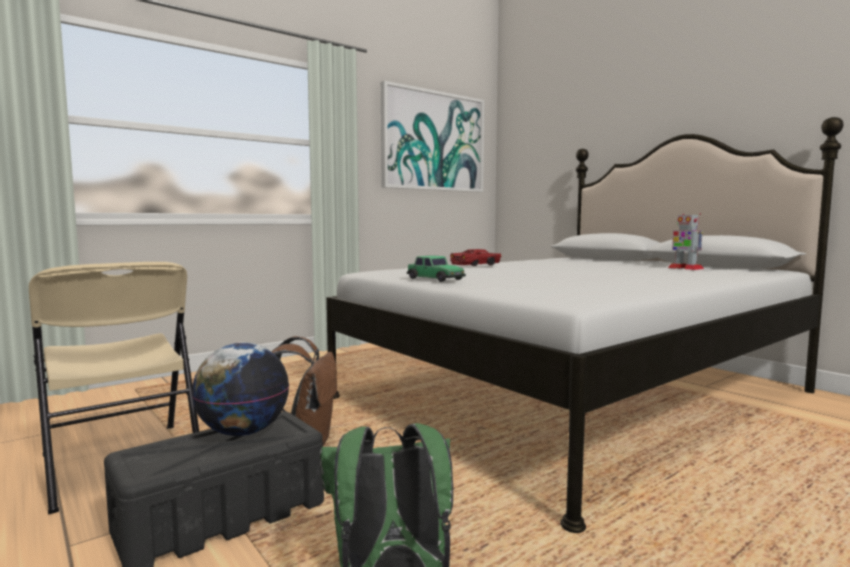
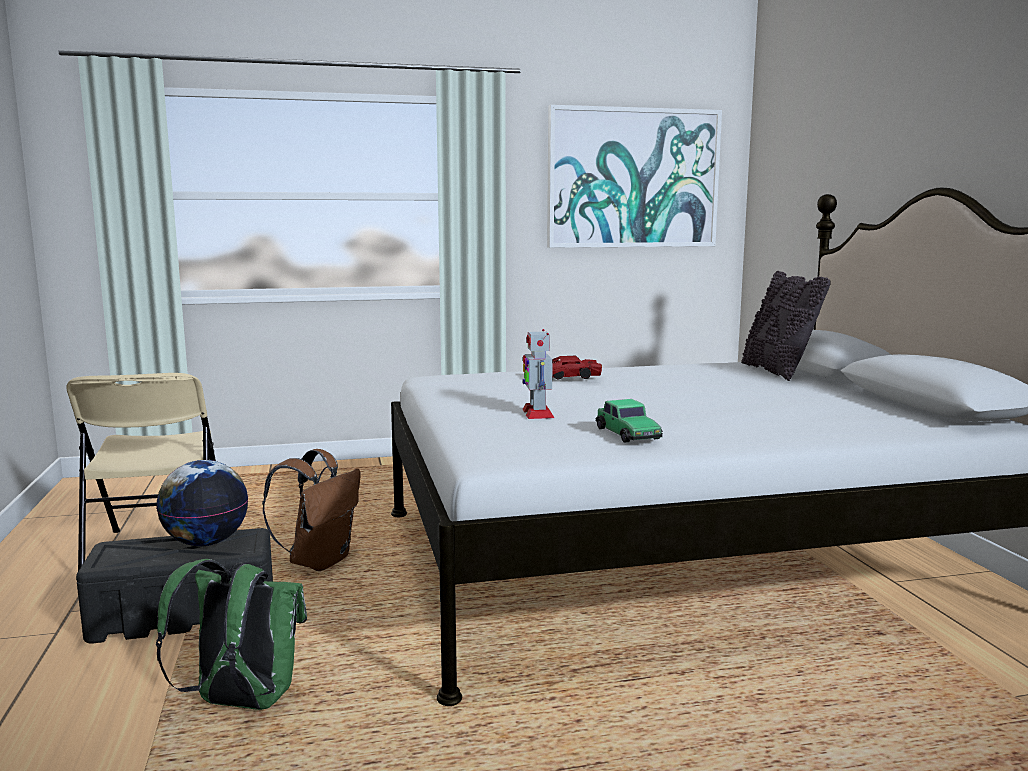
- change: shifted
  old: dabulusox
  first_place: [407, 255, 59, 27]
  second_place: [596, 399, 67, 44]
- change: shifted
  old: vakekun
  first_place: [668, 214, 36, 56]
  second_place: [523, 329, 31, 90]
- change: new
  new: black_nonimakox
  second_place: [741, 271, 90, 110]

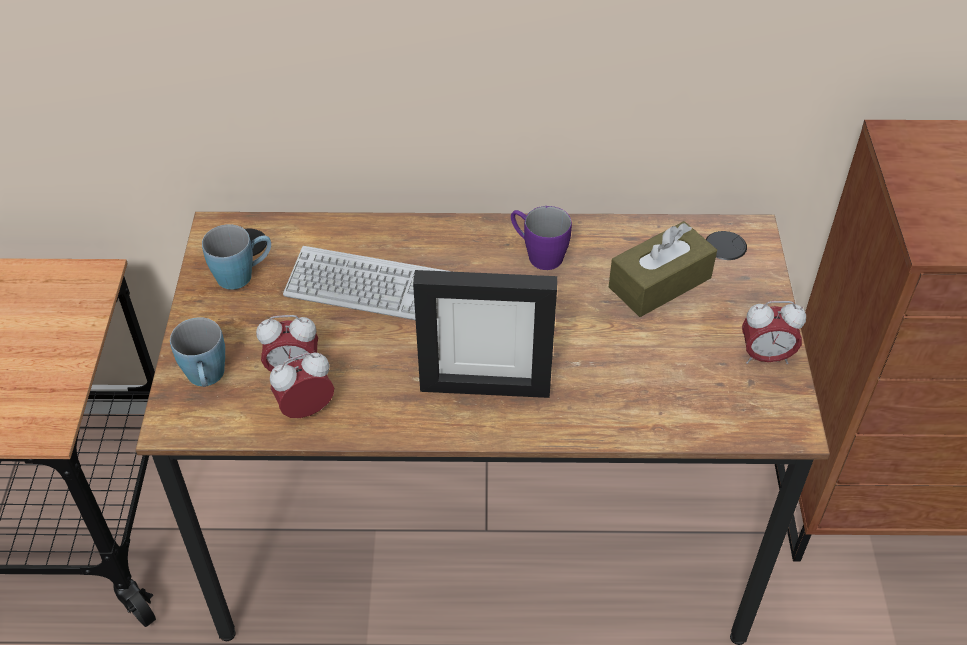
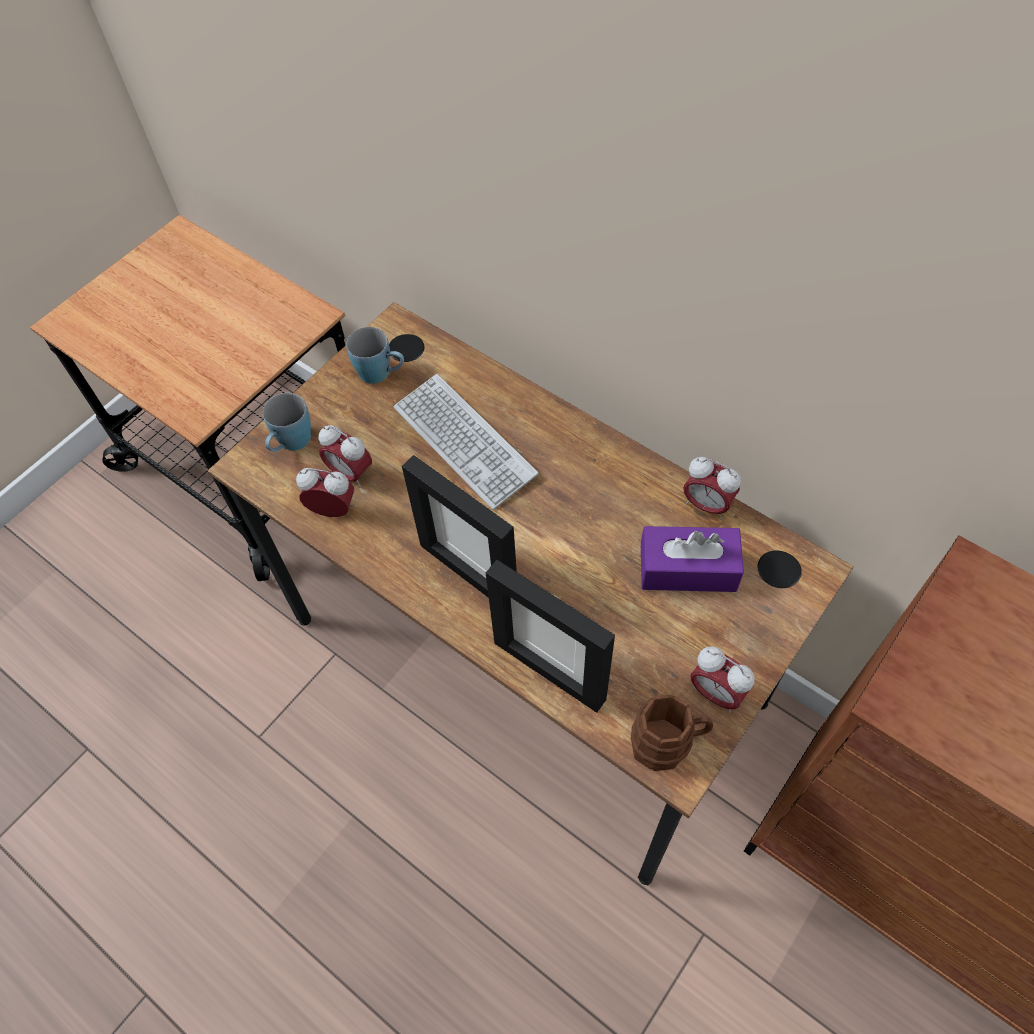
- change: gone
  old: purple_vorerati
  first_place: [511, 206, 61, 64]
- change: repainted
  old: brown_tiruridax
  new: purple_tiruridax
  first_place: [609, 221, 108, 96]
  second_place: [641, 526, 103, 66]
- change: new
  new: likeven
  second_place: [486, 560, 129, 153]
- change: new
  new: brown_vorerati
  second_place: [631, 695, 82, 76]
- change: new
  new: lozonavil
  second_place: [683, 457, 58, 62]

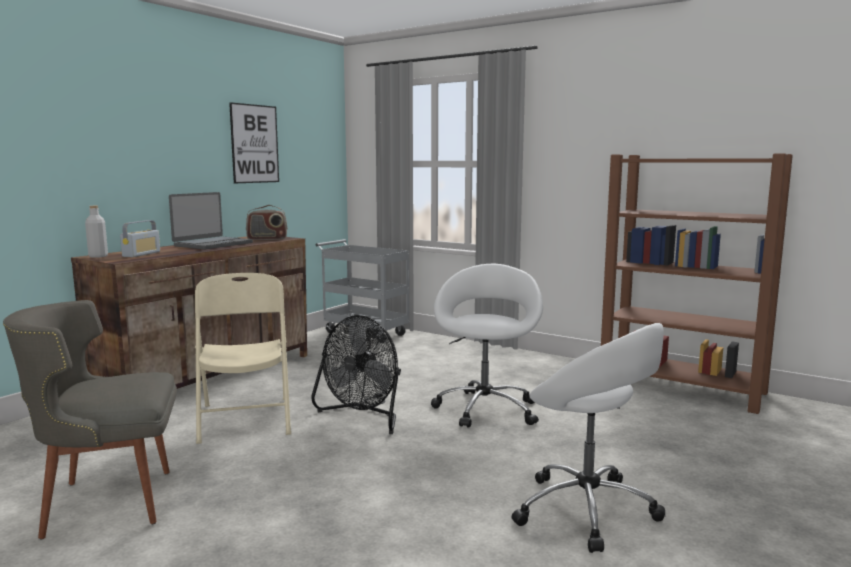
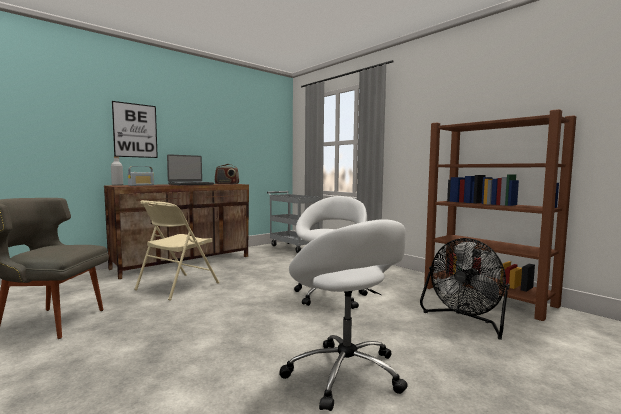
- change: rotated
  old: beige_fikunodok
  first_place: [195, 273, 96, 171]
  second_place: [134, 200, 86, 101]
  degrees: -150
- change: shifted
  old: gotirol
  first_place: [229, 102, 50, 81]
  second_place: [112, 101, 46, 57]
- change: shifted
  old: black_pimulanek
  first_place: [311, 315, 90, 119]
  second_place: [420, 238, 90, 102]

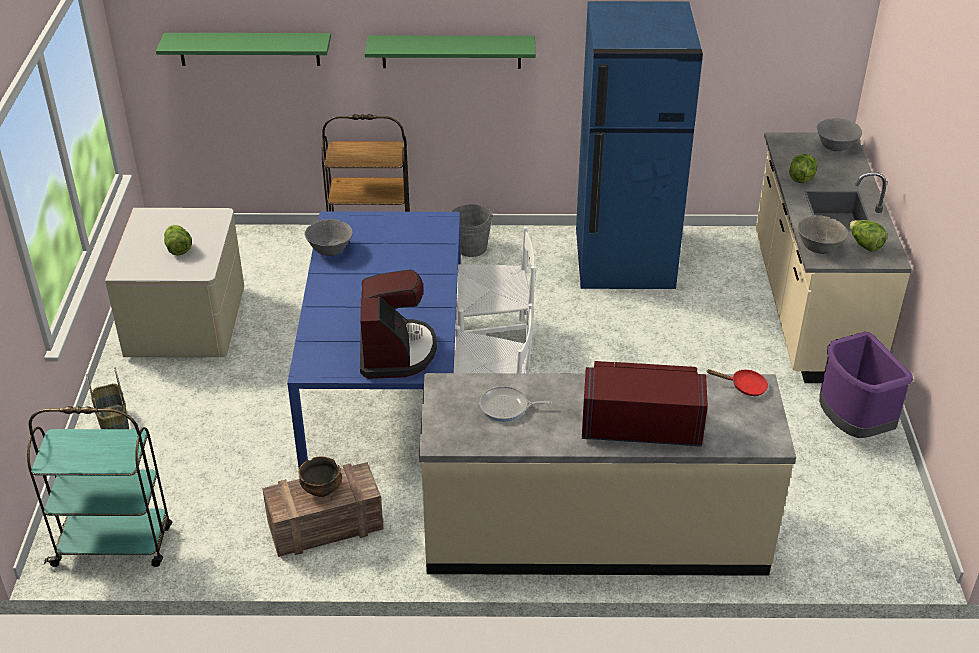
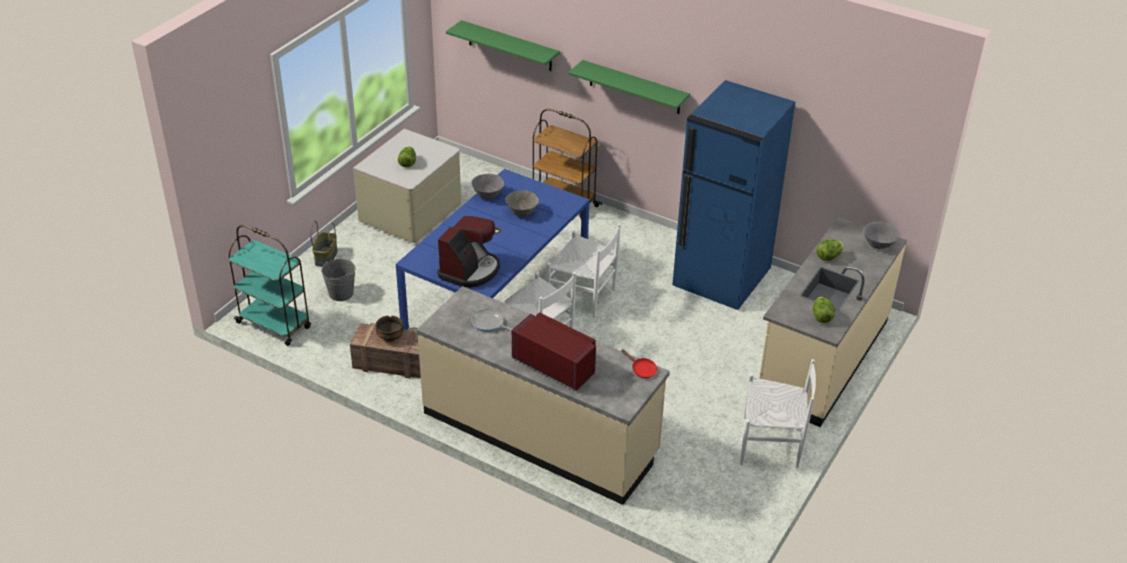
- change: shifted
  old: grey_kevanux
  first_place: [452, 204, 41, 53]
  second_place: [321, 259, 35, 42]
- change: shifted
  old: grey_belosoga
  first_place: [797, 215, 51, 39]
  second_place: [505, 190, 34, 27]
- change: swapped
  old: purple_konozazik
  new: white_fikunodok
  first_place: [819, 332, 94, 106]
  second_place: [740, 359, 76, 109]

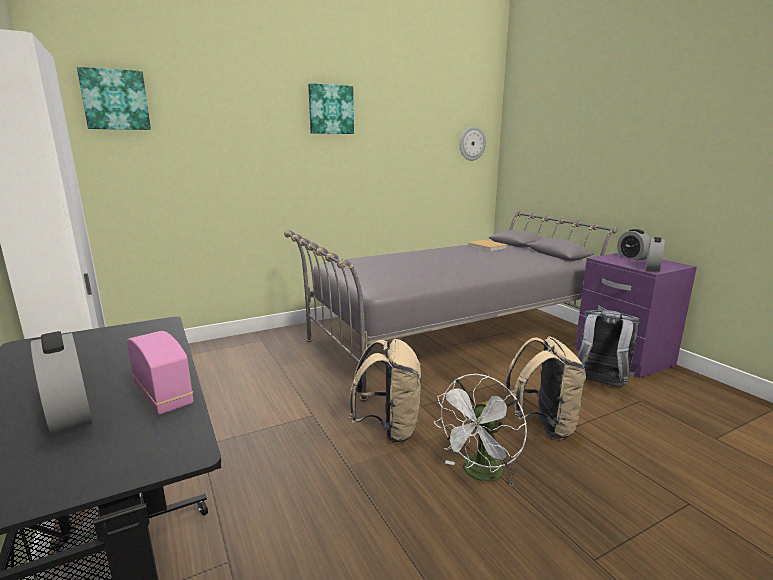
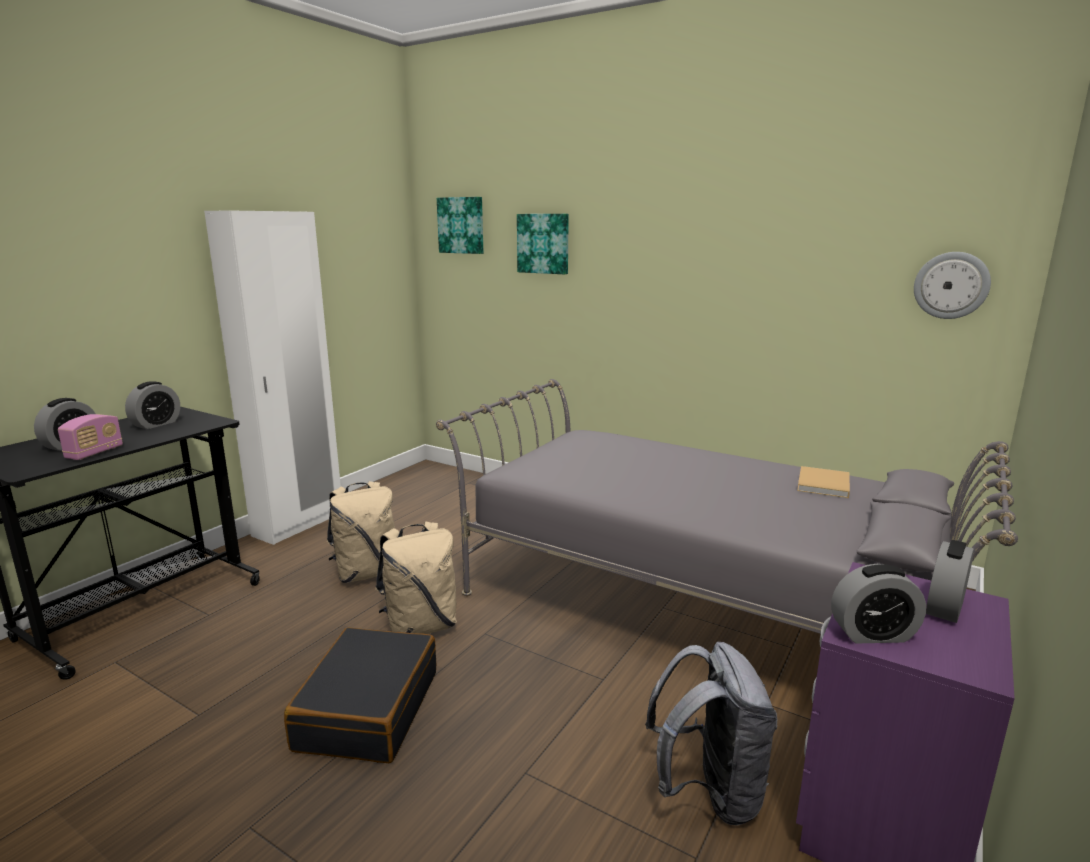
- change: shifted
  old: gotirol
  first_place: [308, 83, 46, 51]
  second_place: [517, 214, 52, 60]
- change: swapped
  old: white_pimulanek
  new: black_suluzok
  first_place: [434, 374, 93, 112]
  second_place: [284, 627, 152, 136]
- change: shifted
  old: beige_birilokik
  first_place: [504, 336, 82, 103]
  second_place: [327, 481, 68, 102]
- change: new
  new: lozonavil
  second_place: [125, 381, 55, 48]

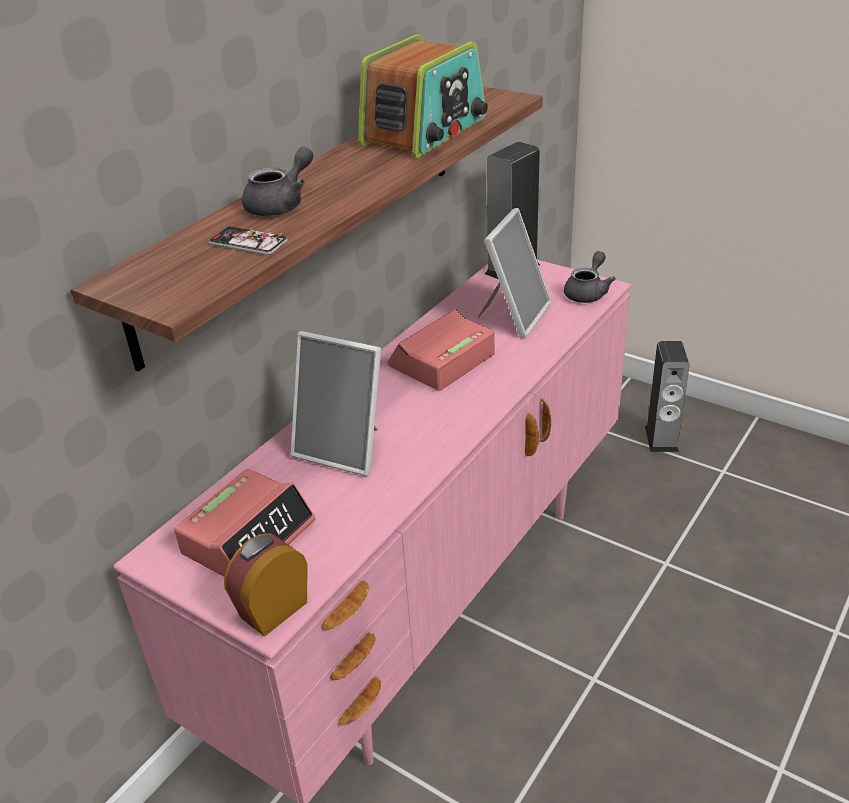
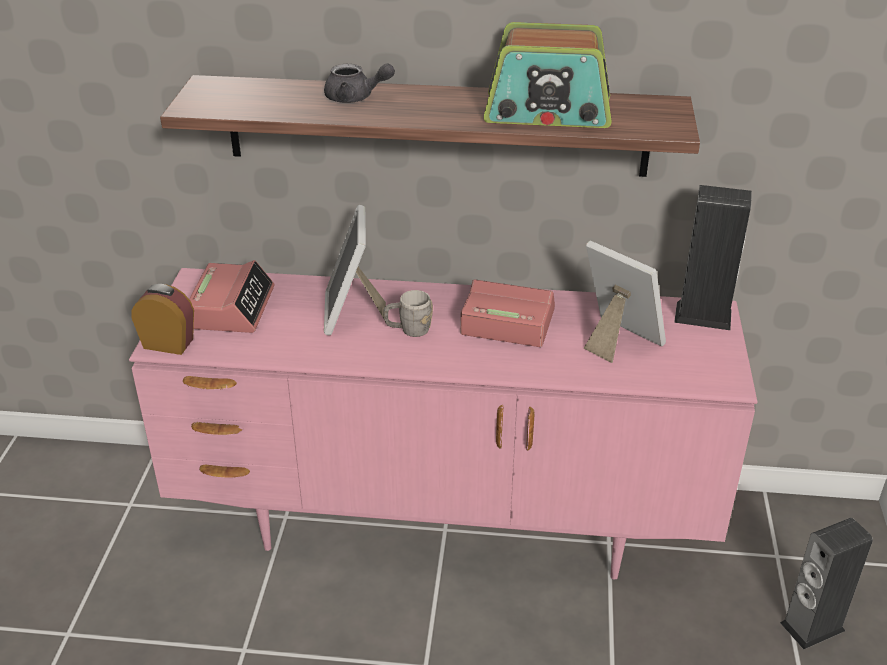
- change: rotated
  old: lozonavil
  first_place: [174, 469, 142, 108]
  second_place: [189, 260, 86, 73]
  degrees: -90
- change: gone
  old: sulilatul
  first_place: [209, 225, 79, 30]
- change: rotated
  old: likeven
  first_place: [478, 208, 73, 130]
  second_place: [583, 241, 83, 122]
  degrees: -135
- change: gone
  old: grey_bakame
  first_place: [564, 251, 52, 52]
- change: new
  new: grey_vorerati
  second_place: [383, 290, 50, 47]

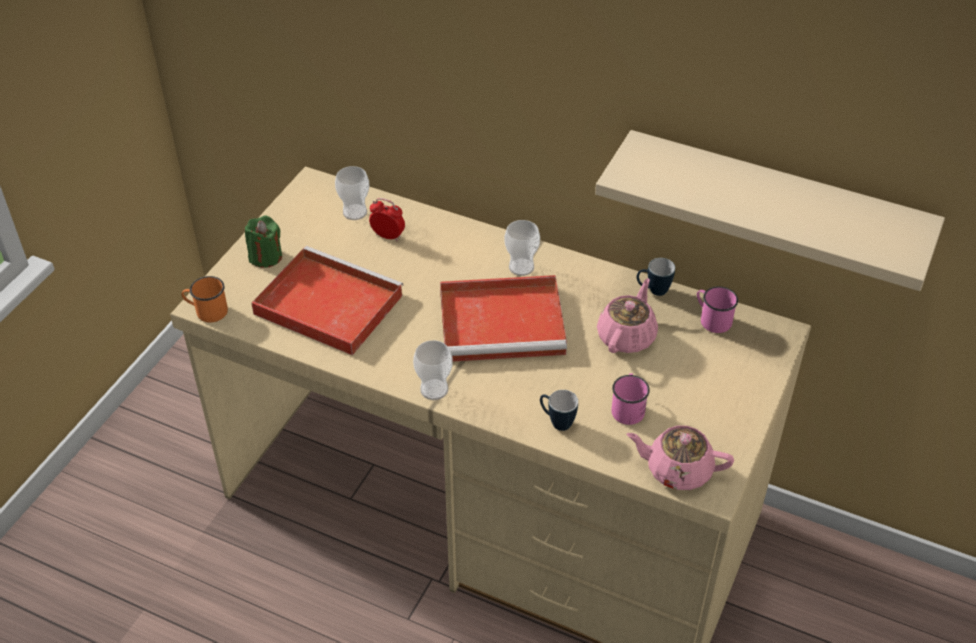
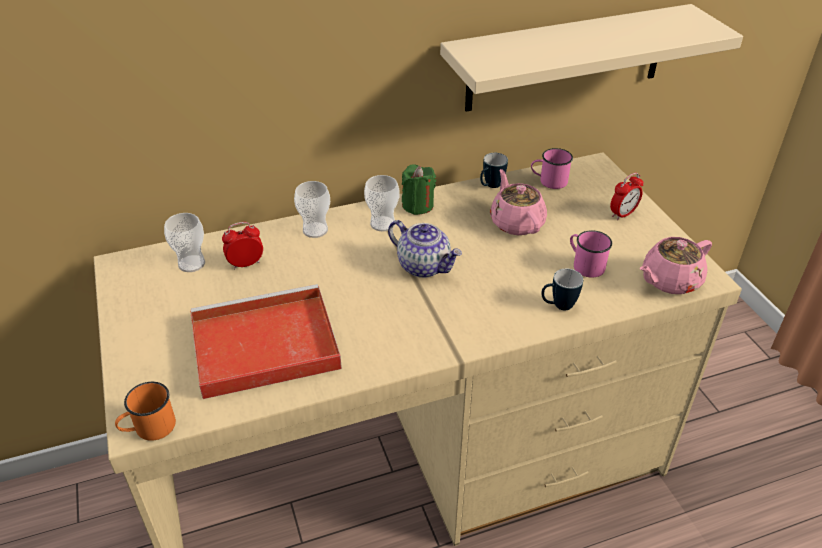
- change: shifted
  old: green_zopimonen
  first_place: [245, 215, 37, 53]
  second_place: [402, 164, 34, 51]
- change: shifted
  old: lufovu
  first_place: [413, 340, 40, 60]
  second_place: [294, 181, 36, 57]
- change: swapped
  old: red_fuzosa
  new: bakame
  first_place: [440, 275, 127, 87]
  second_place: [388, 220, 74, 58]
- change: new
  new: lozonavil
  second_place: [610, 173, 34, 47]

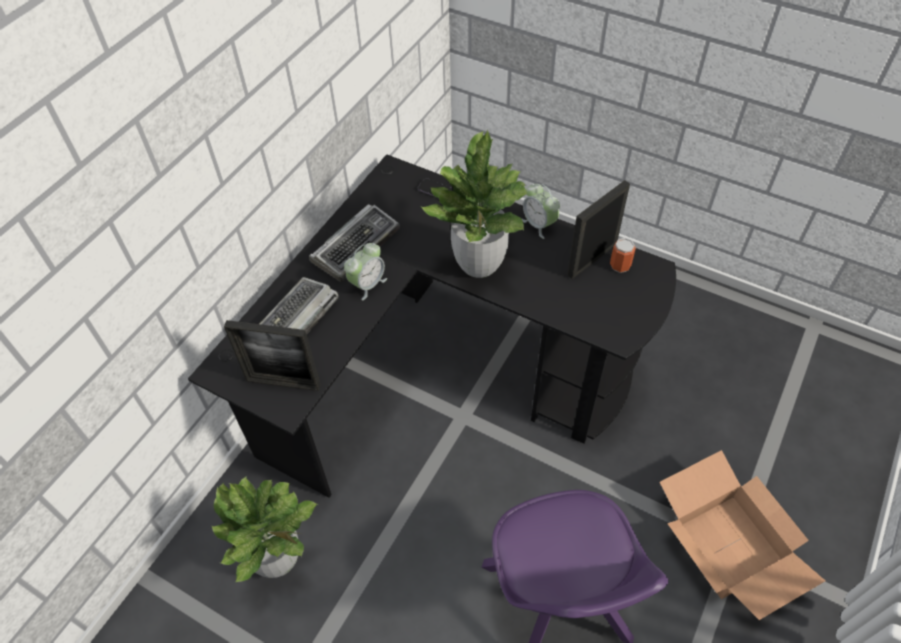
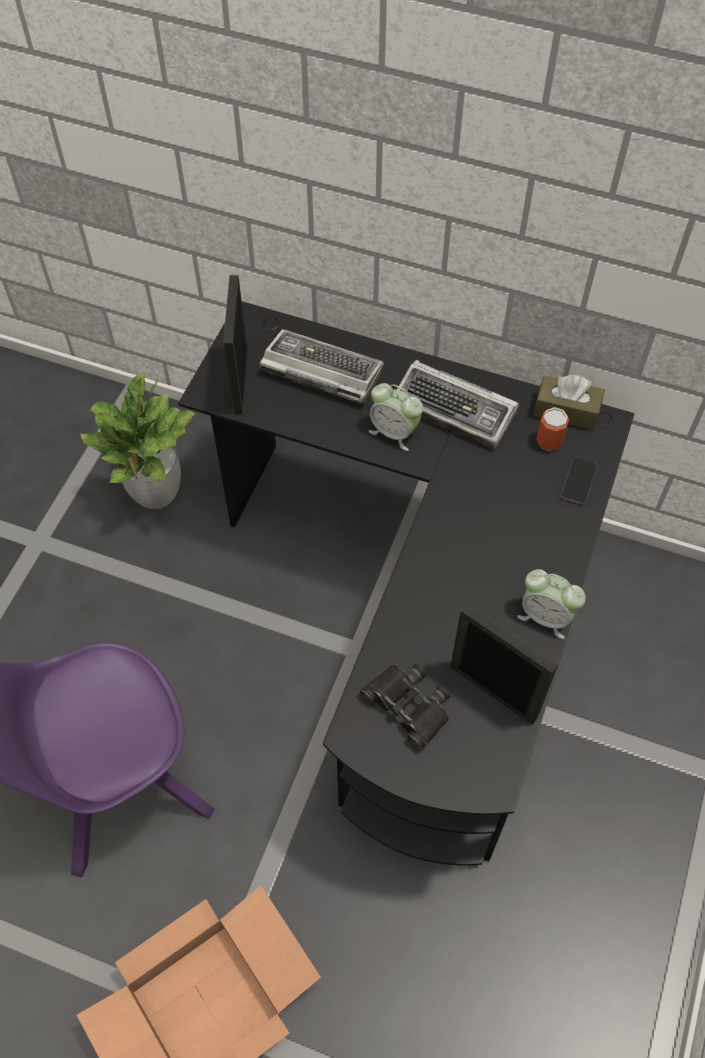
- change: gone
  old: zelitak
  first_place: [422, 130, 106, 148]
- change: rotated
  old: lozonavil
  first_place: [522, 183, 38, 56]
  second_place: [517, 569, 69, 70]
  degrees: -105
- change: shifted
  old: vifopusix
  first_place: [610, 238, 26, 35]
  second_place: [536, 407, 33, 44]
- change: new
  new: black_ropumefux
  second_place: [360, 663, 90, 88]
- change: new
  new: brown_tiruridax
  second_place: [534, 375, 71, 55]

